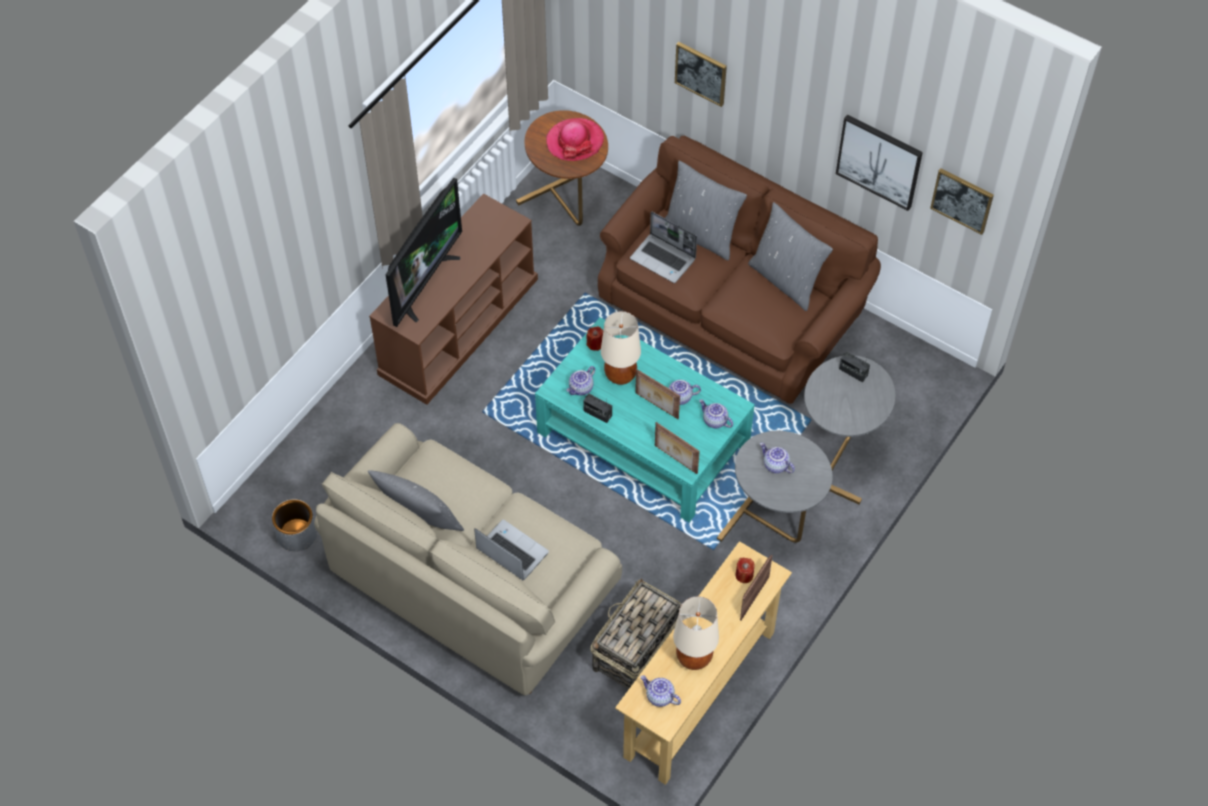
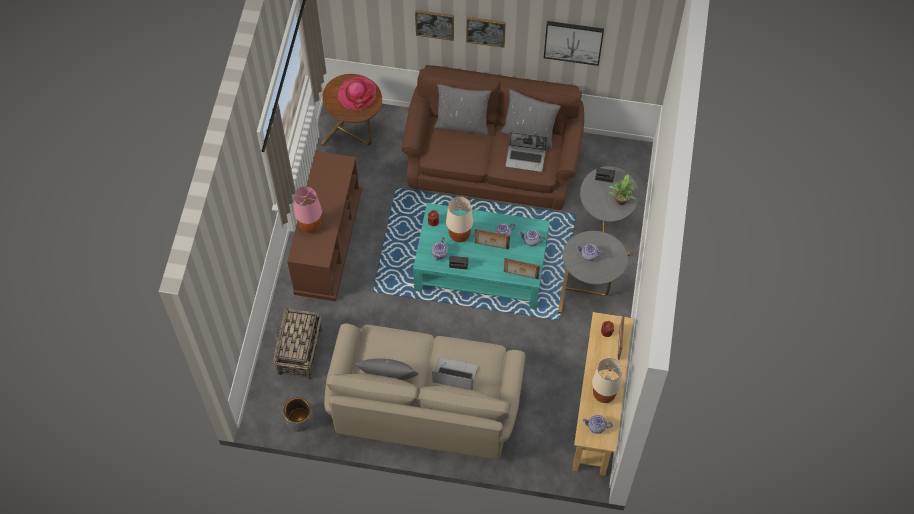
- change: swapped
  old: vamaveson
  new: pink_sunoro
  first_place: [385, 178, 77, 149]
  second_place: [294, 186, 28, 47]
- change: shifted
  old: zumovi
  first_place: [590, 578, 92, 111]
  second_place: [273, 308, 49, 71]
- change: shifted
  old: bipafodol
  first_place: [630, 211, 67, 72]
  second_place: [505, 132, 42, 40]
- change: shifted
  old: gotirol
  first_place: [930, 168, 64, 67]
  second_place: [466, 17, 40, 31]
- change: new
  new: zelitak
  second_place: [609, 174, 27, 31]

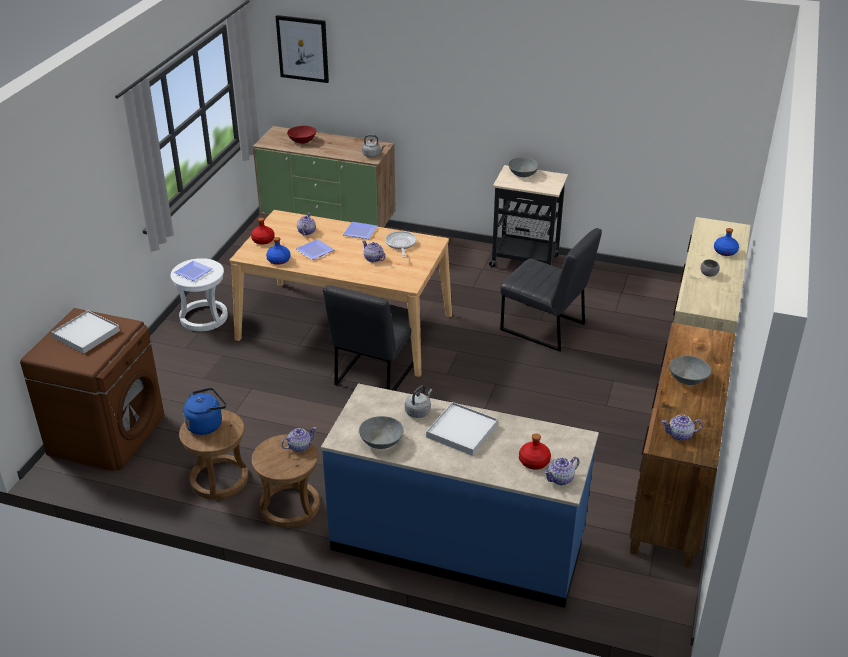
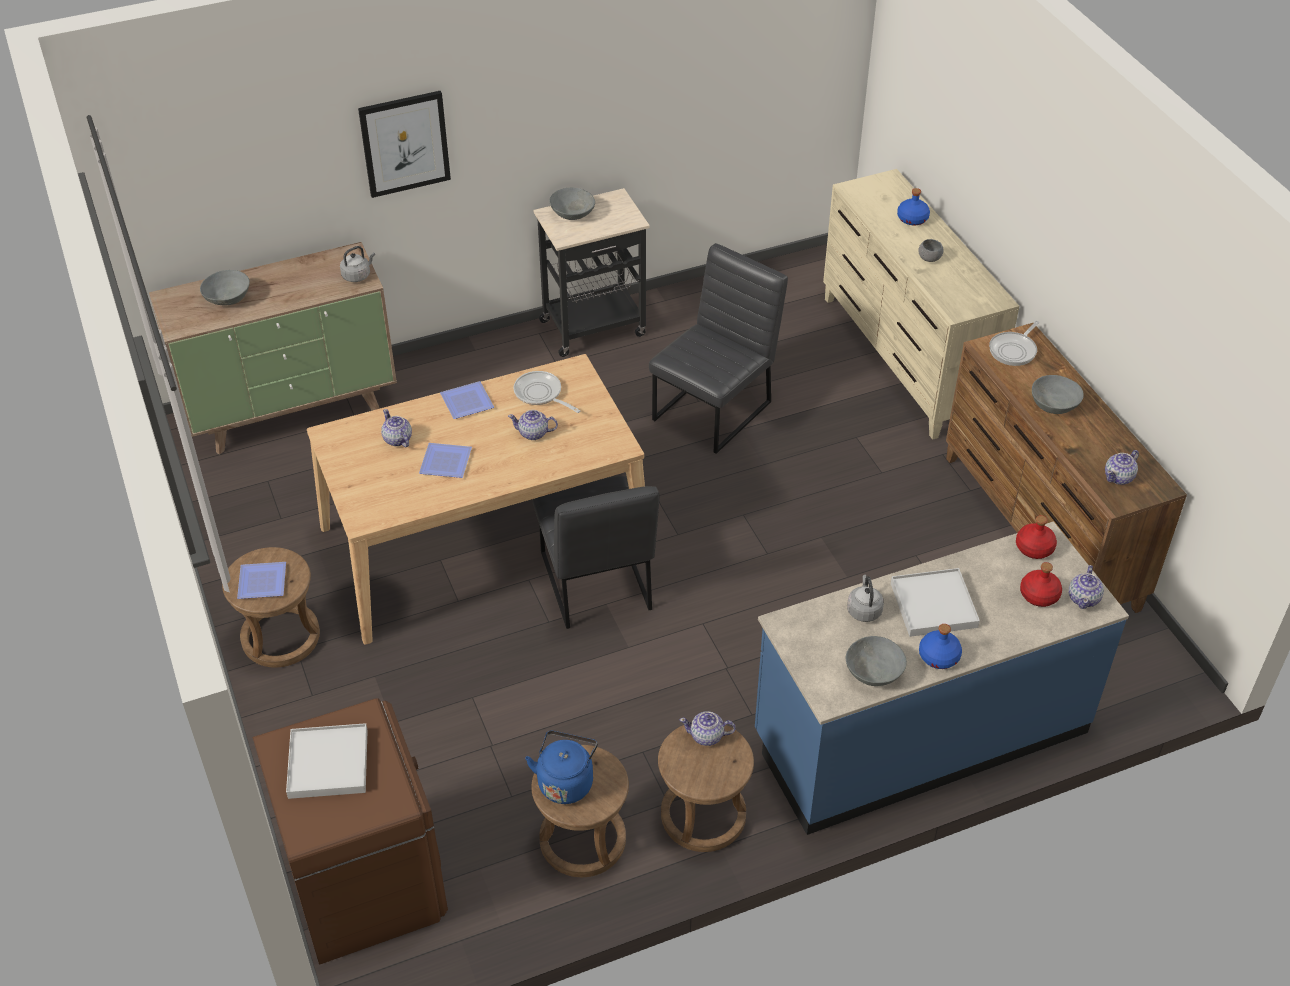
- change: repainted
  old: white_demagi
  new: brown_demagi
  first_place: [171, 258, 57, 73]
  second_place: [222, 547, 98, 121]
- change: shifted
  old: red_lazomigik
  first_place: [251, 218, 24, 27]
  second_place: [1016, 515, 41, 44]
- change: shifted
  old: blue_lazomigik
  first_place: [266, 237, 24, 28]
  second_place: [919, 624, 43, 45]
- change: shifted
  old: gotirol
  first_place: [276, 15, 53, 68]
  second_place: [358, 91, 93, 107]
- change: rotated
  old: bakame
  first_place: [281, 427, 35, 25]
  second_place: [680, 711, 56, 35]
  degrees: -105
- change: repainted
  old: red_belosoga
  new: grey_belosoga
  first_place: [287, 126, 29, 18]
  second_place: [200, 270, 50, 35]
- change: rotated
  old: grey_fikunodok
  first_place: [500, 228, 102, 124]
  second_place: [649, 243, 139, 211]
  degrees: -45
- change: new
  new: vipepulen
  second_place: [989, 321, 50, 45]

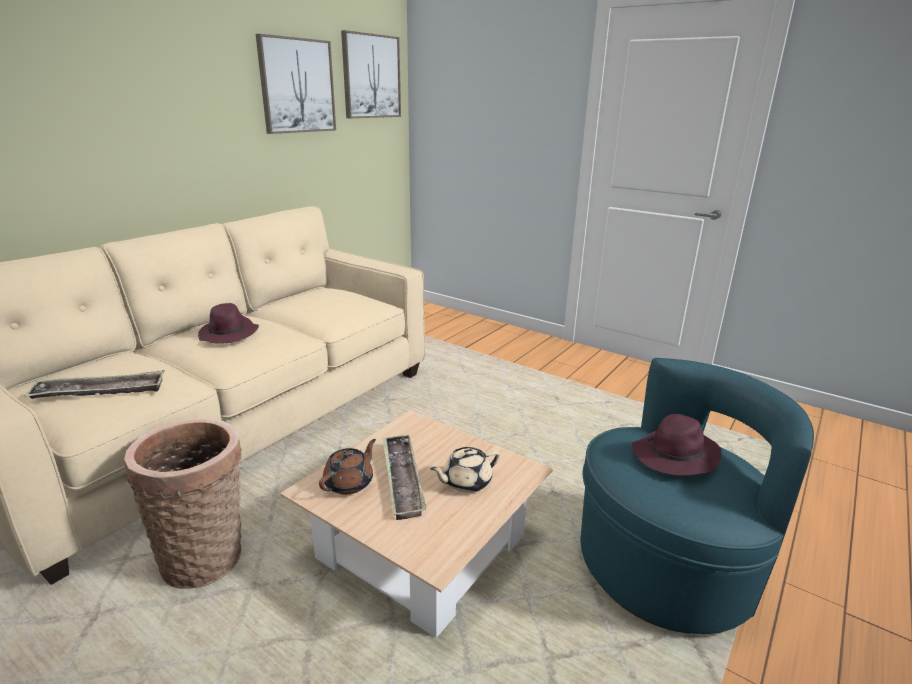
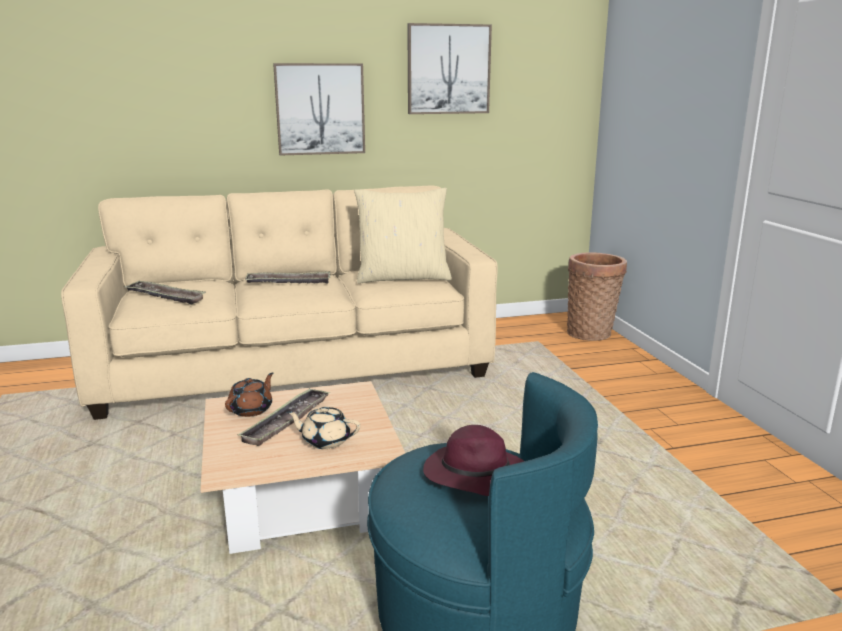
- change: shifted
  old: zumovi
  first_place: [124, 419, 118, 170]
  second_place: [567, 253, 60, 88]
- change: swapped
  old: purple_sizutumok
  new: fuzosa
  first_place: [198, 303, 61, 40]
  second_place: [245, 271, 85, 13]
- change: rotated
  old: brown_bakame
  first_place: [319, 439, 57, 56]
  second_place: [225, 372, 48, 45]
  degrees: -45
- change: shifted
  old: gotirol
  first_place: [341, 30, 60, 88]
  second_place: [273, 63, 92, 93]
- change: new
  new: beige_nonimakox
  second_place: [354, 188, 98, 96]

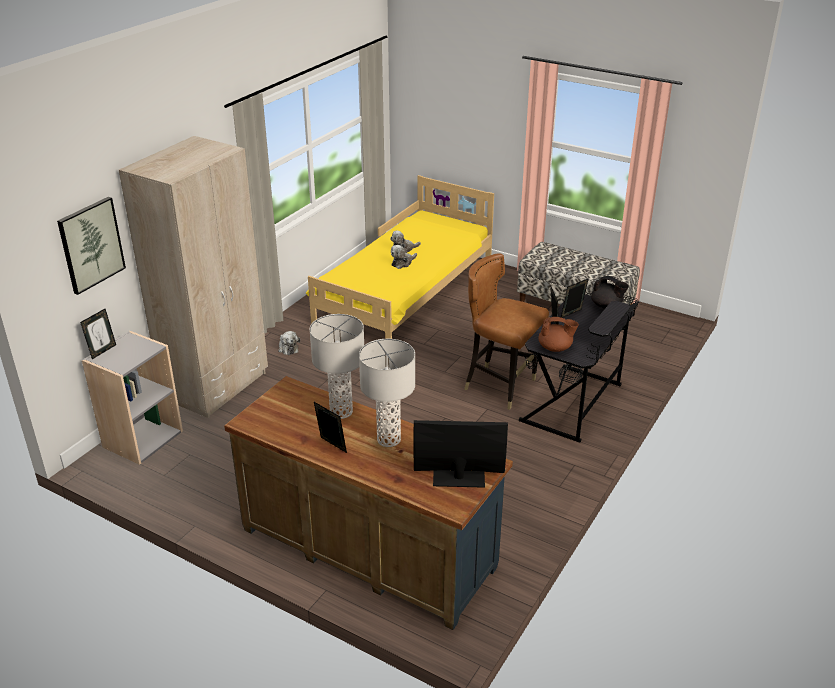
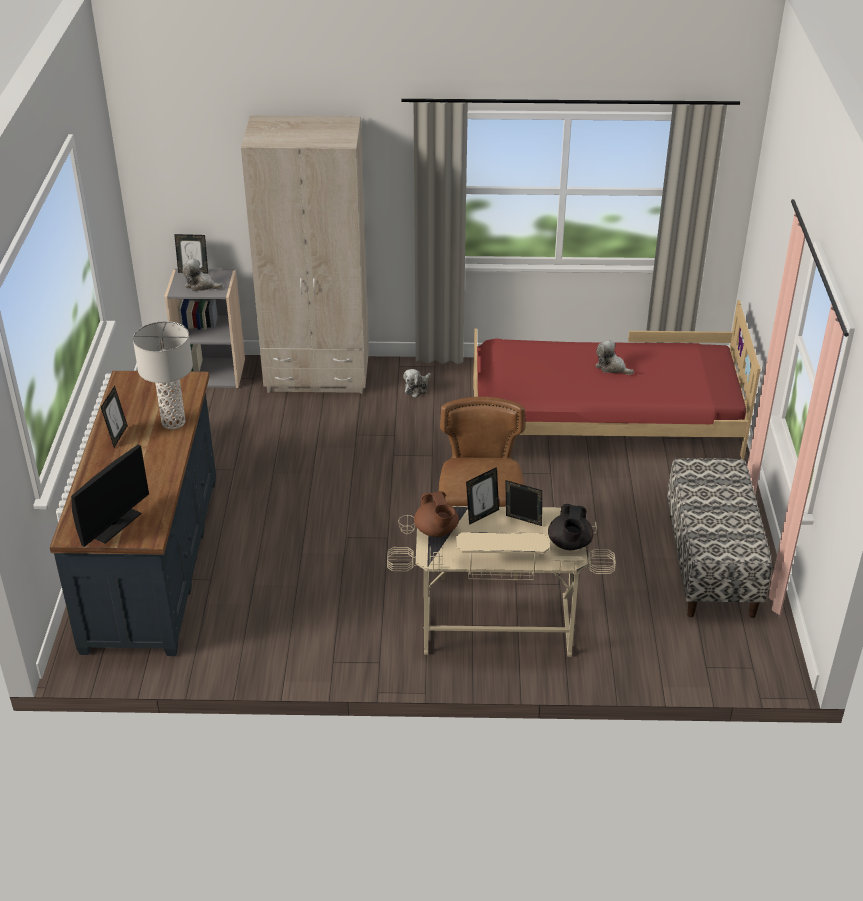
- change: gone
  old: gotirol
  first_place: [57, 197, 69, 98]
- change: repainted
  old: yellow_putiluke
  new: red_putiluke
  first_place: [306, 175, 188, 164]
  second_place: [473, 300, 288, 159]
- change: gone
  old: white_sunoro
  first_place: [359, 339, 56, 108]
- change: shifted
  old: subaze
  first_place: [391, 245, 26, 24]
  second_place: [182, 259, 41, 32]
- change: rotated
  old: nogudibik
  first_place: [414, 420, 94, 68]
  second_place: [71, 445, 78, 102]
  degrees: 60
- change: repainted
  old: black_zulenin
  new: beige_zulenin
  first_place: [519, 293, 120, 150]
  second_place: [387, 506, 229, 151]

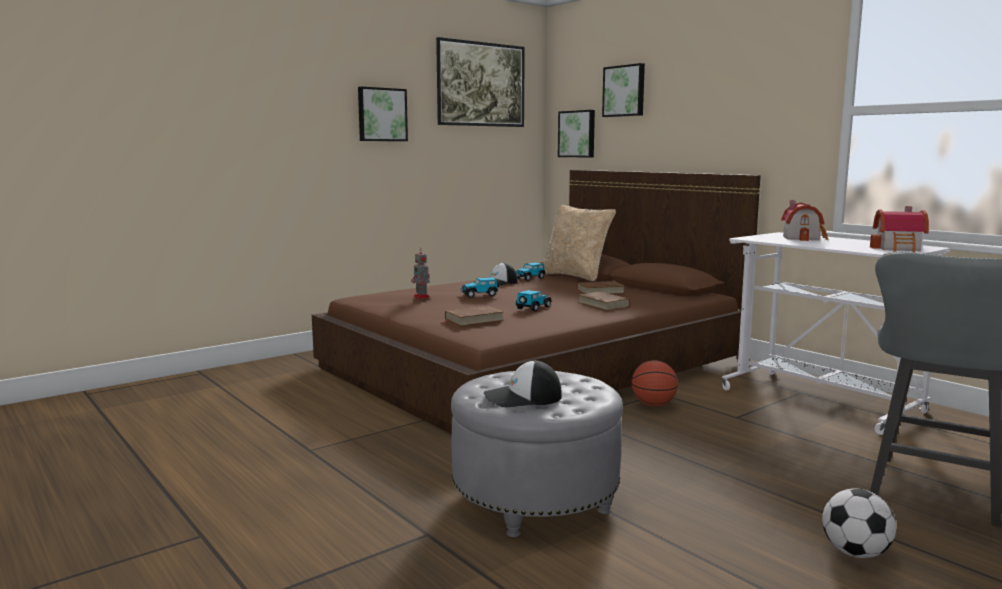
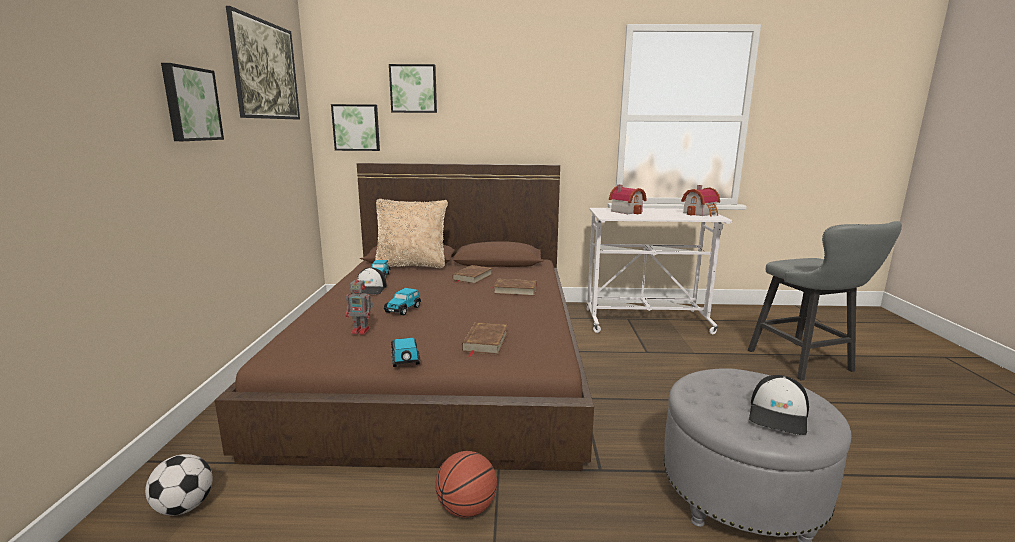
- change: shifted
  old: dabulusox
  first_place: [515, 290, 36, 21]
  second_place: [391, 337, 29, 30]
- change: shifted
  old: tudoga
  first_place: [631, 360, 47, 46]
  second_place: [435, 451, 62, 67]
- change: shifted
  old: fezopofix
  first_place: [822, 489, 74, 69]
  second_place: [145, 454, 68, 61]

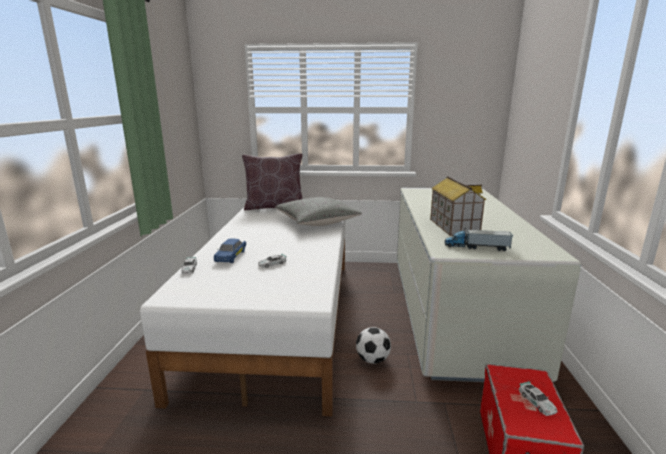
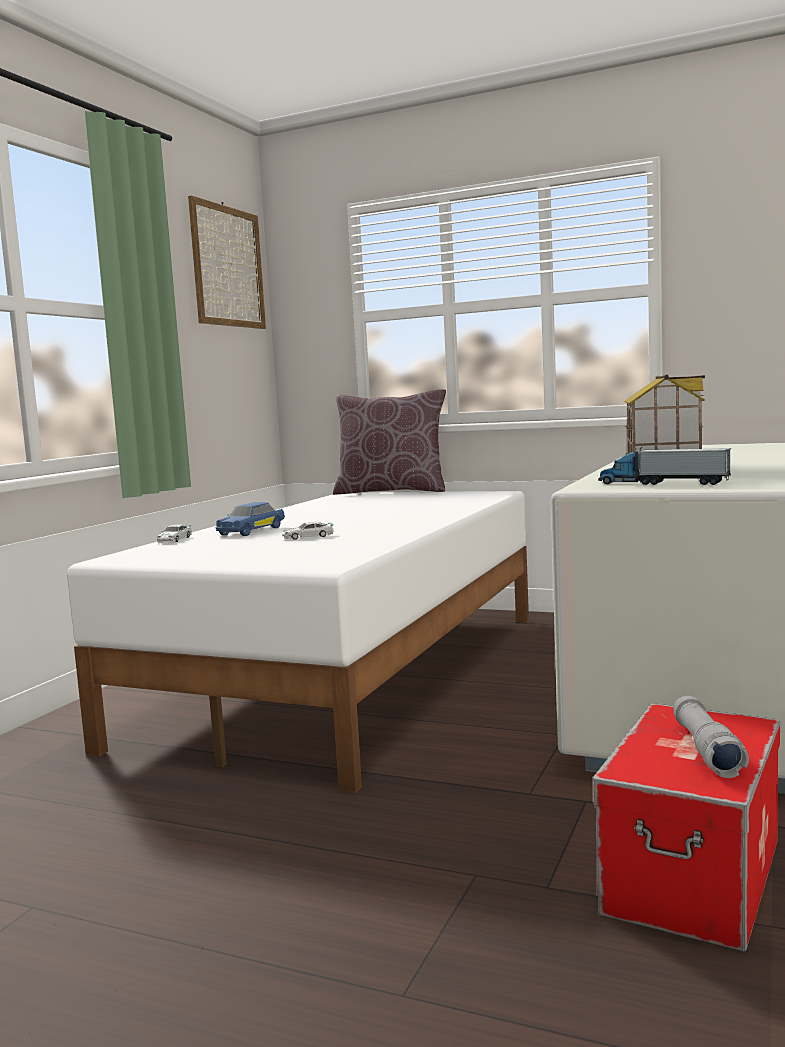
- change: gone
  old: grey_nonimakox
  first_place: [275, 197, 87, 29]
- change: gone
  old: fezopofix
  first_place: [356, 327, 35, 37]
- change: swapped
  old: dabulusox
  new: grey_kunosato
  first_place: [519, 381, 39, 35]
  second_place: [673, 696, 76, 82]
- change: new
  new: gotirol
  second_place: [188, 195, 78, 134]

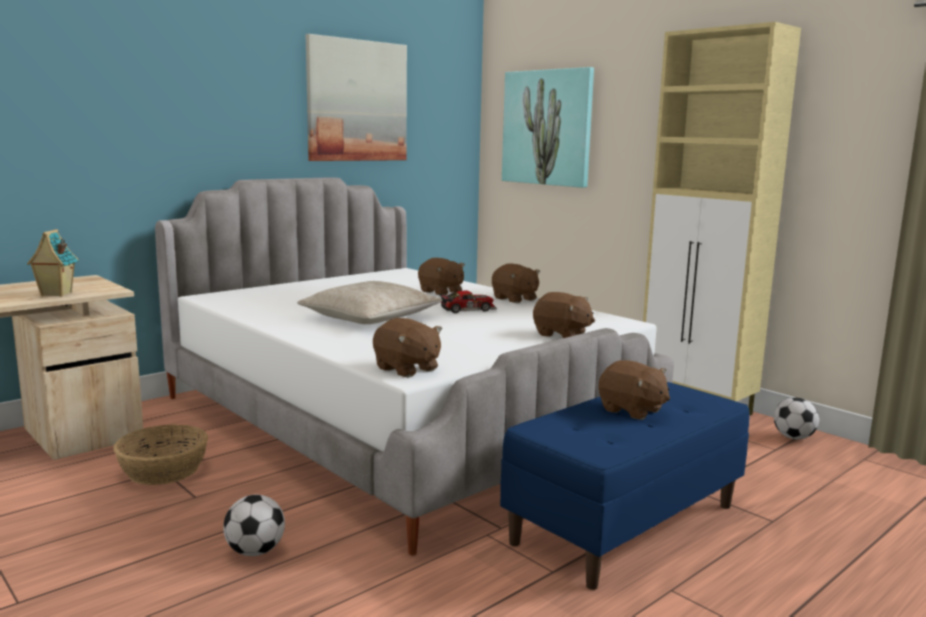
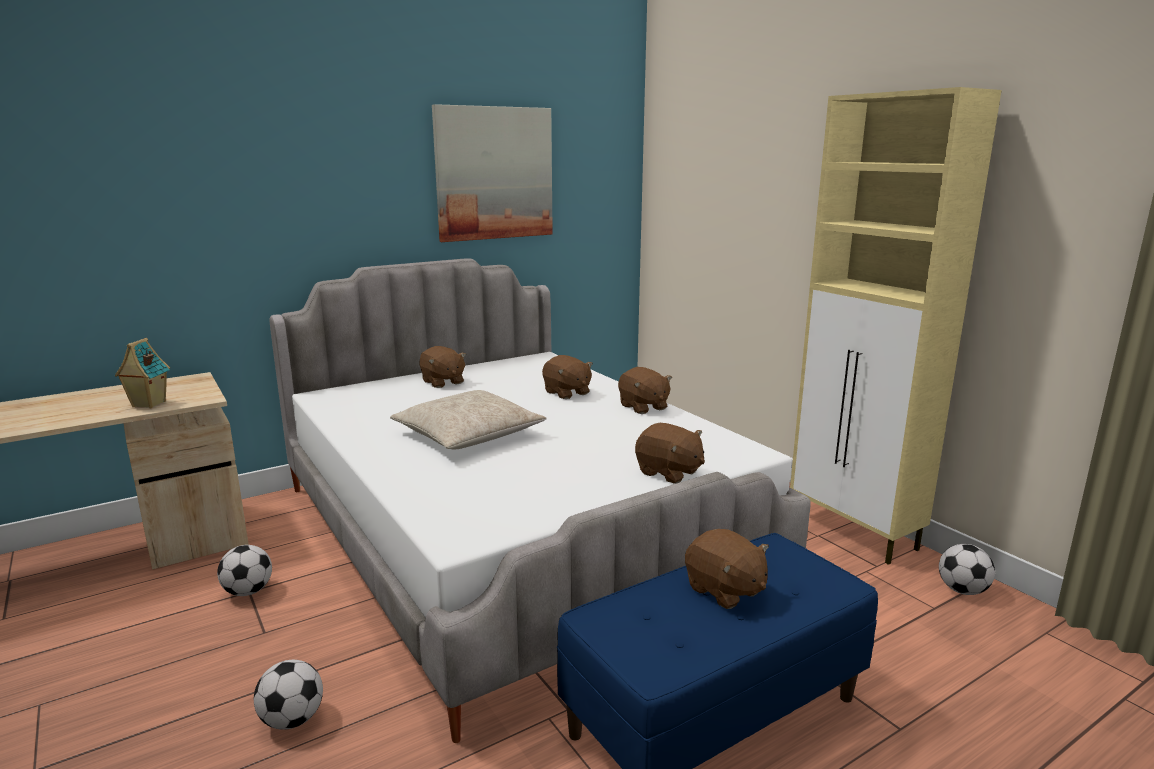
- change: swapped
  old: zumovi
  new: fezopofix
  first_place: [113, 424, 95, 61]
  second_place: [217, 545, 55, 51]
- change: shifted
  old: brown_subaze
  first_place: [373, 318, 69, 59]
  second_place: [419, 346, 47, 42]
- change: gone
  old: dabulusox
  first_place: [439, 290, 58, 23]
- change: gone
  old: gotirol
  first_place: [502, 67, 92, 121]

